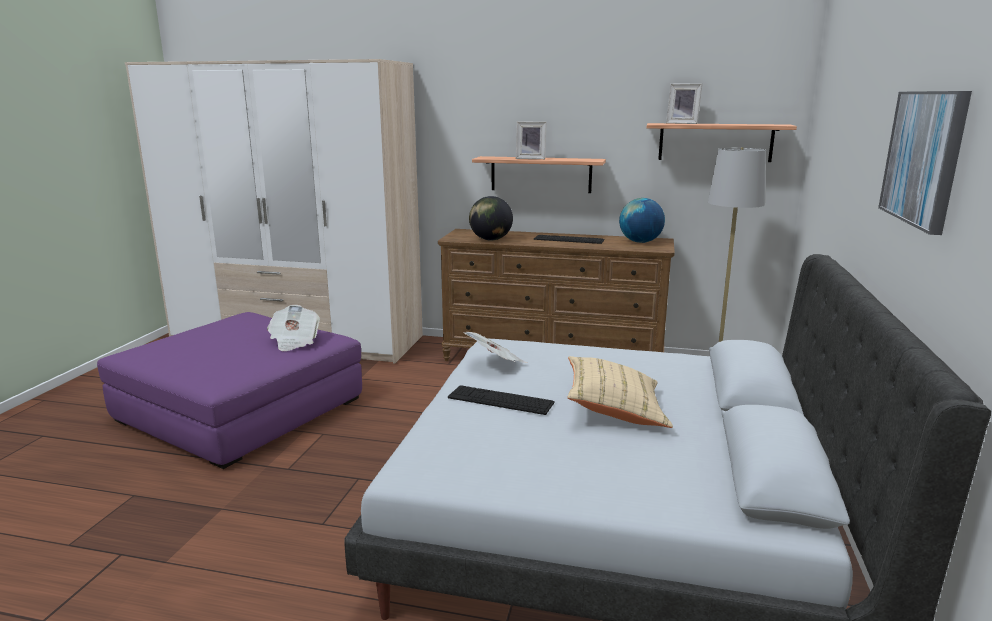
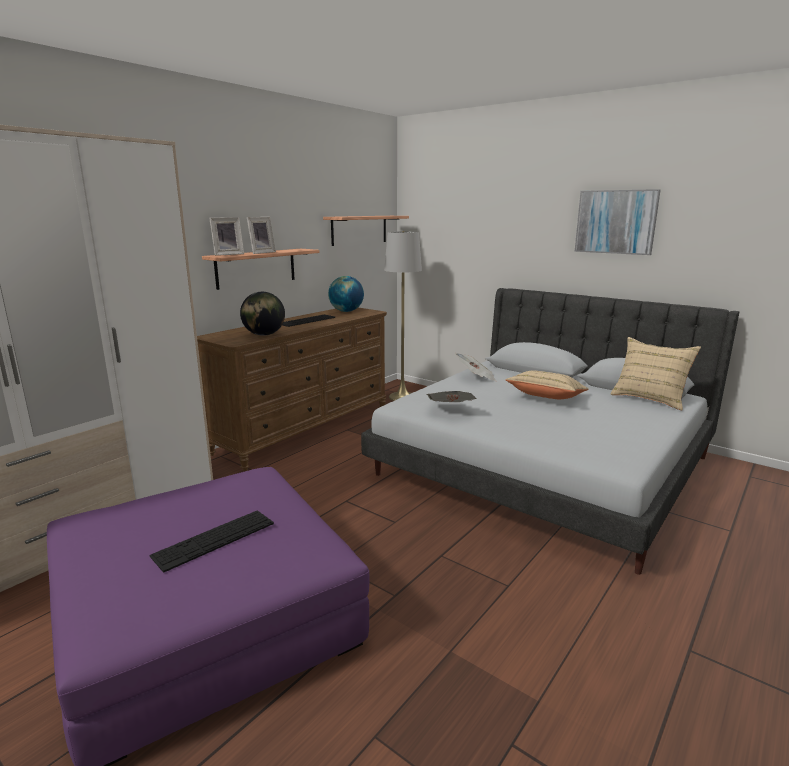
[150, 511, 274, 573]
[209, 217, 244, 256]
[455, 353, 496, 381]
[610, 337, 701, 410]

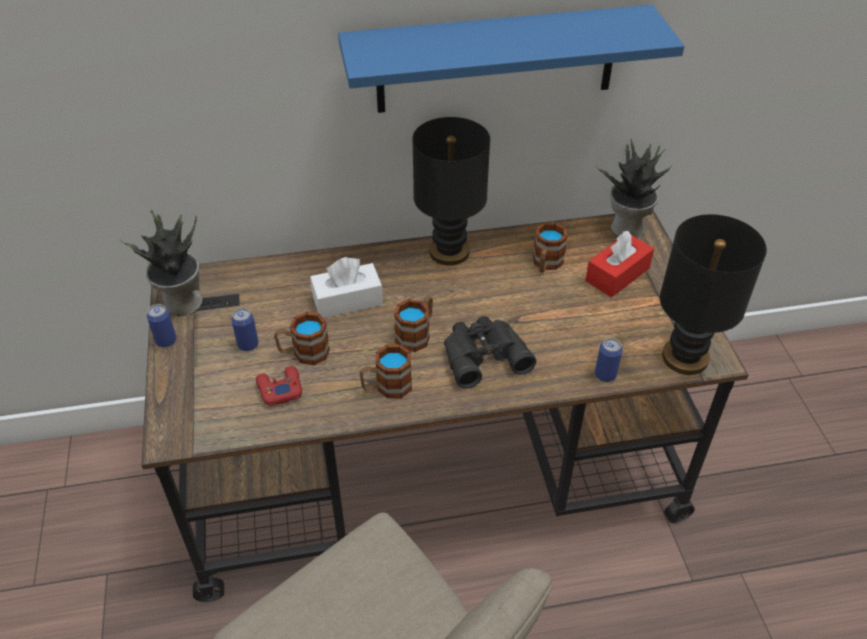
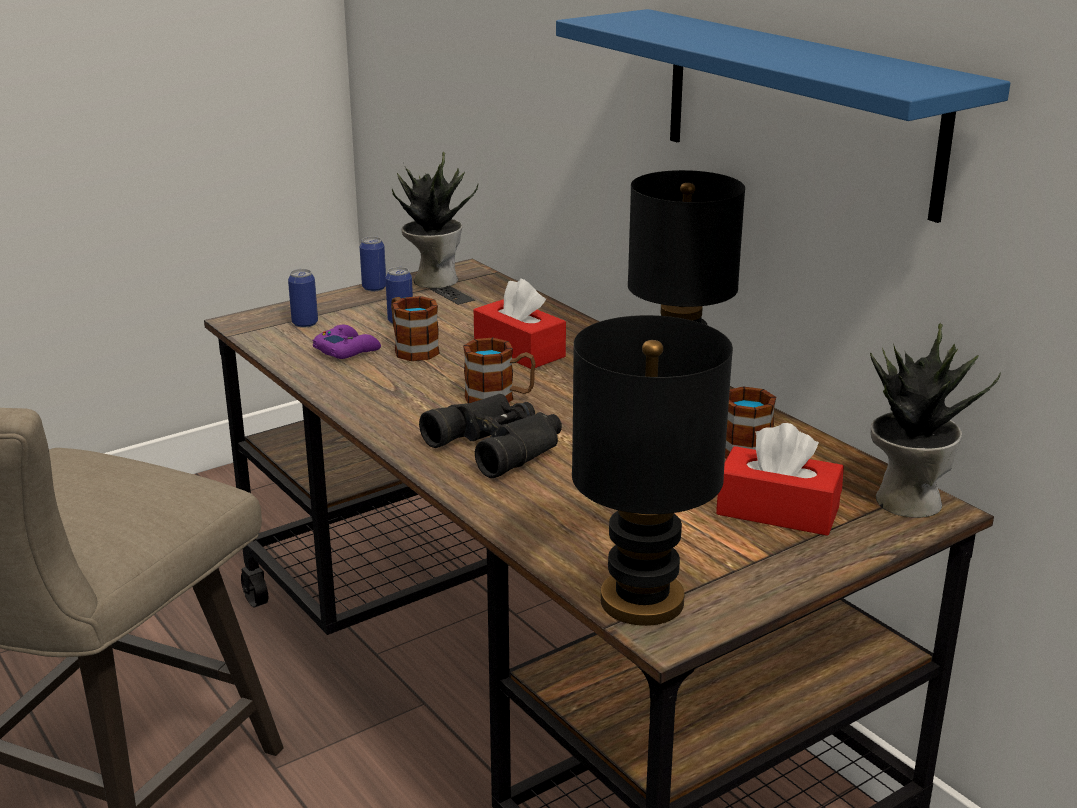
[288, 269, 318, 328]
[313, 325, 381, 359]
[474, 279, 566, 369]
[359, 344, 412, 398] (first image)

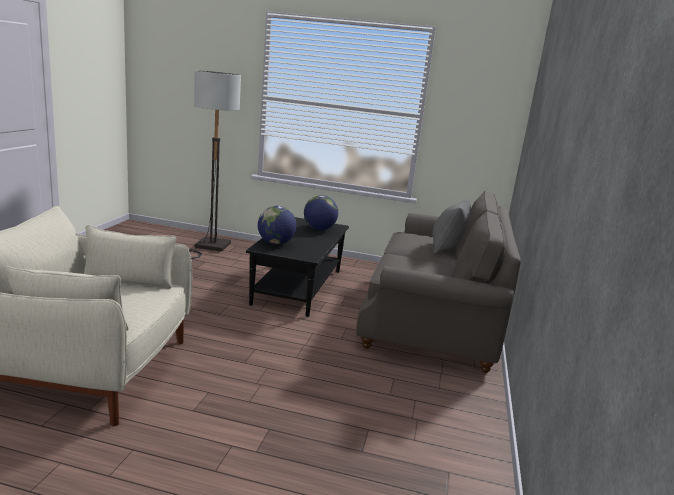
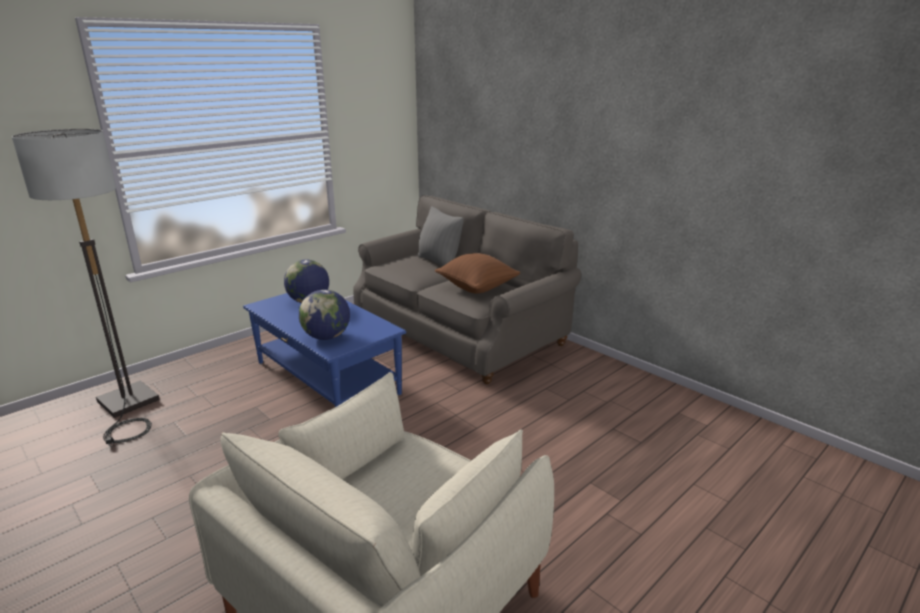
[243, 293, 406, 407]
[435, 253, 521, 294]

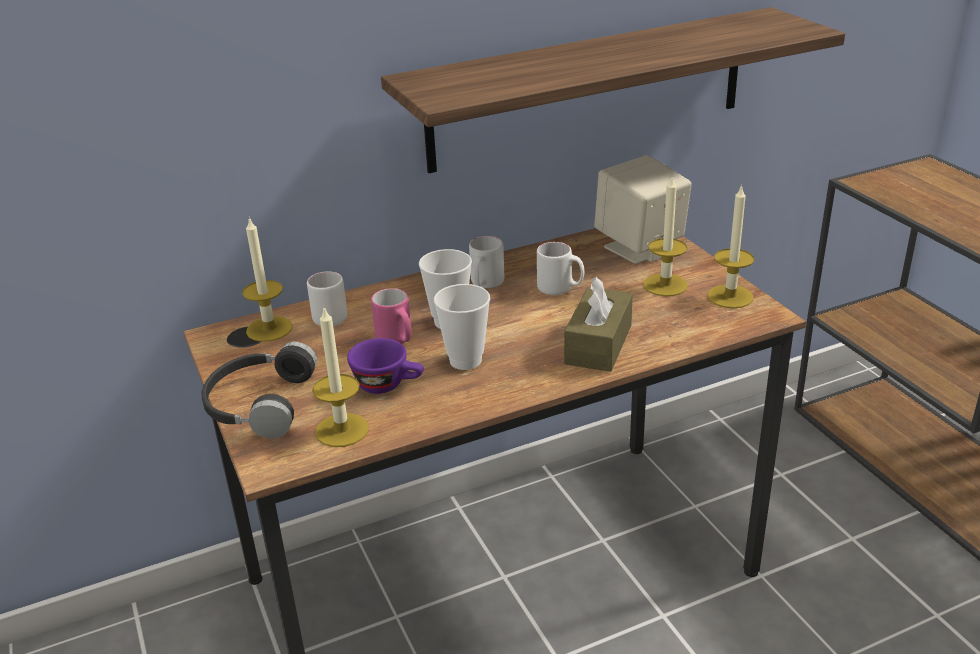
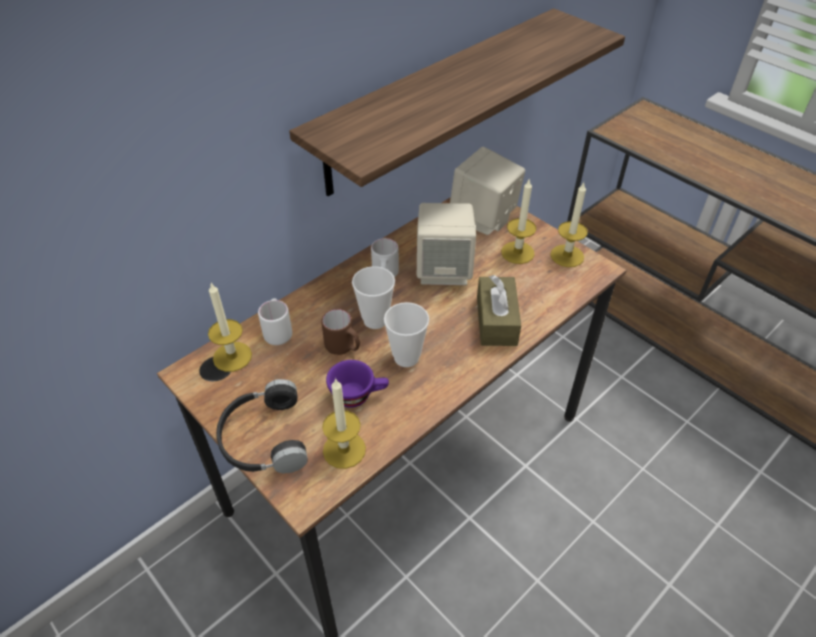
[321, 309, 360, 355]
[417, 203, 476, 285]

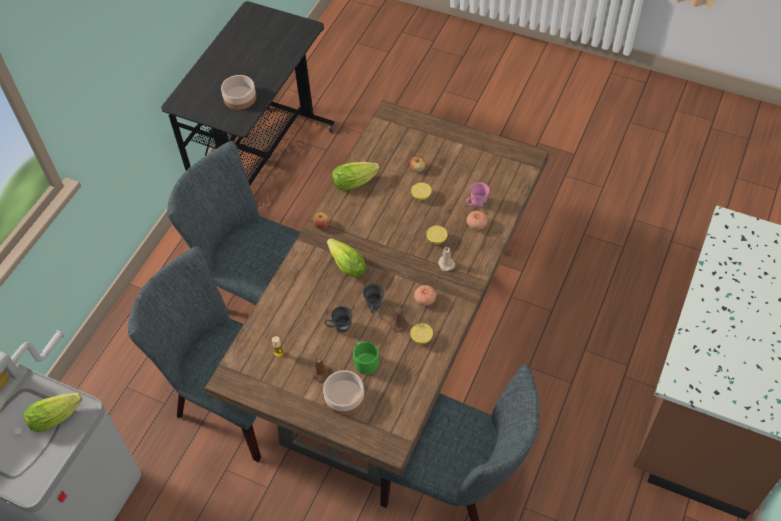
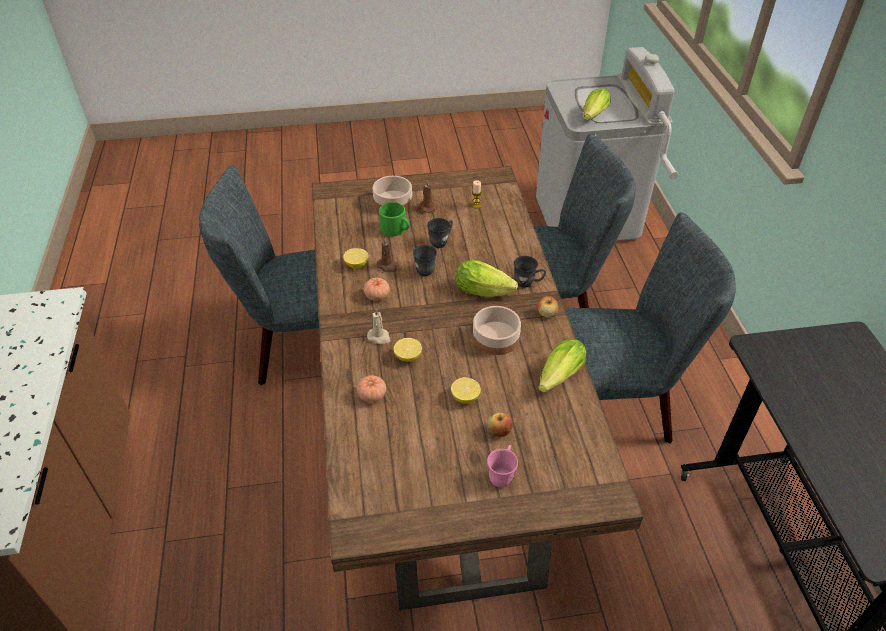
[473, 306, 521, 355]
[487, 445, 518, 488]
[514, 256, 546, 287]

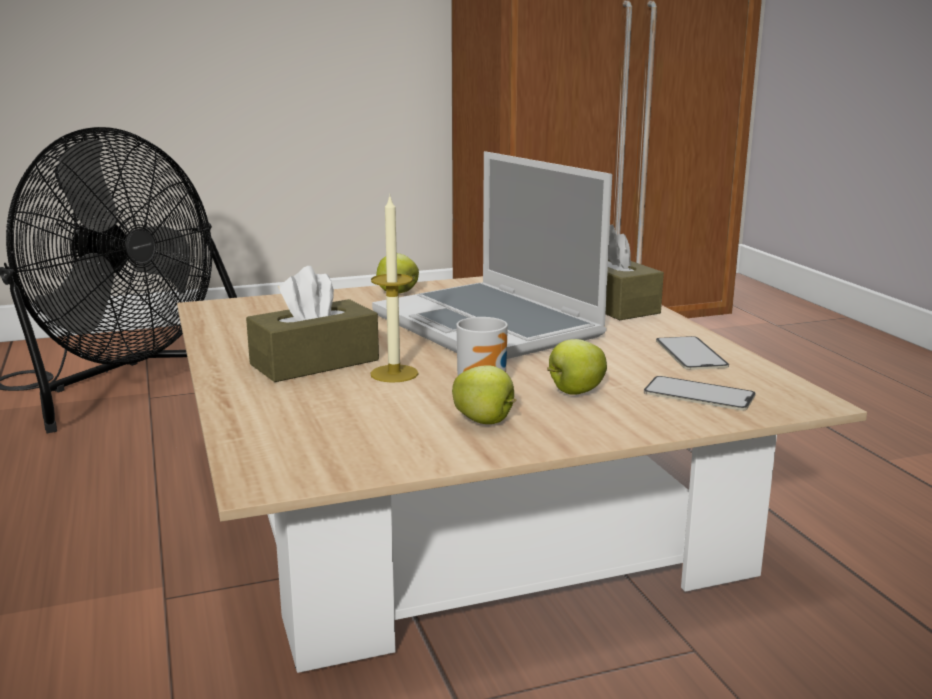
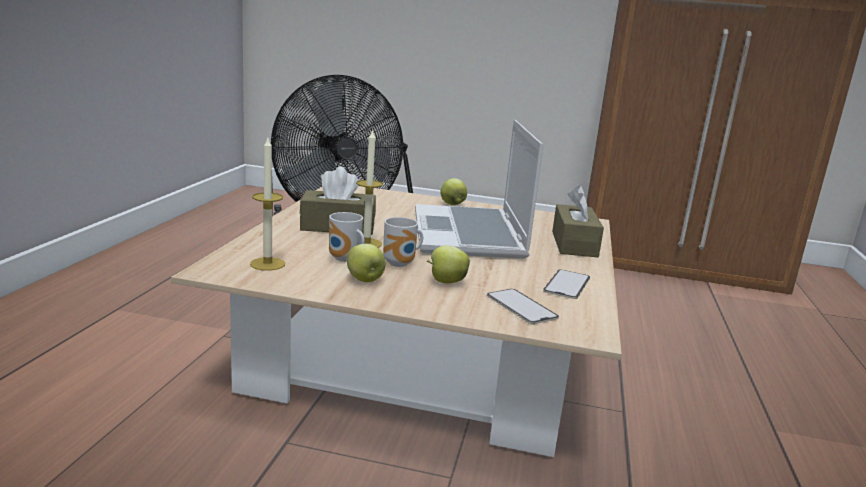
[250, 138, 285, 271]
[329, 212, 365, 262]

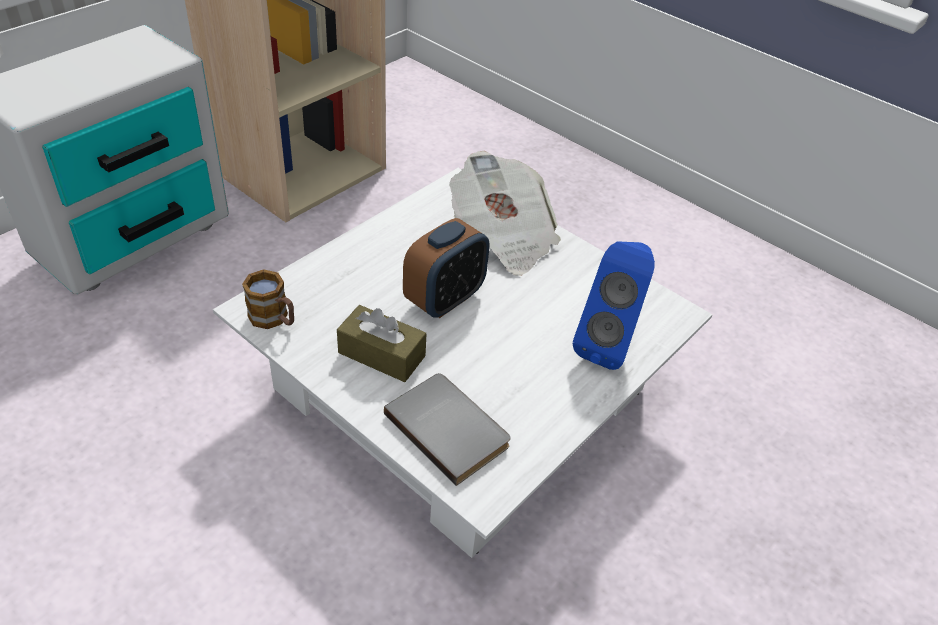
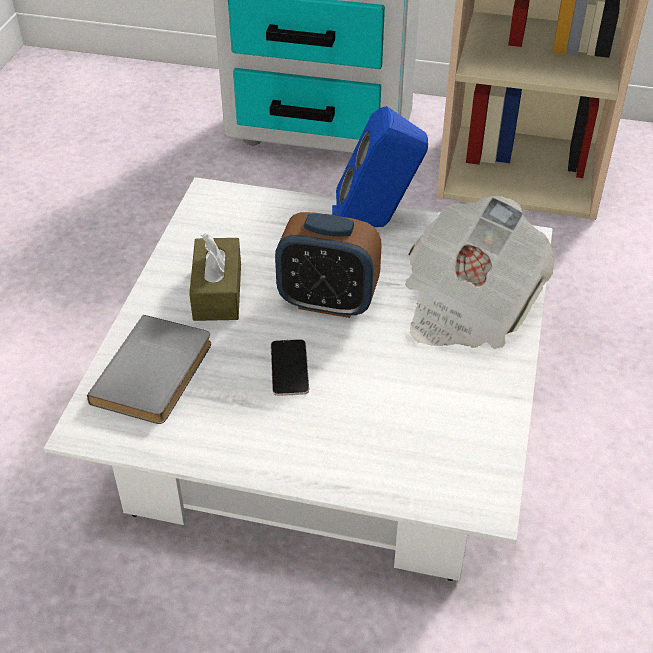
[271, 339, 309, 396]
[332, 106, 428, 227]
[242, 269, 294, 329] (first image)

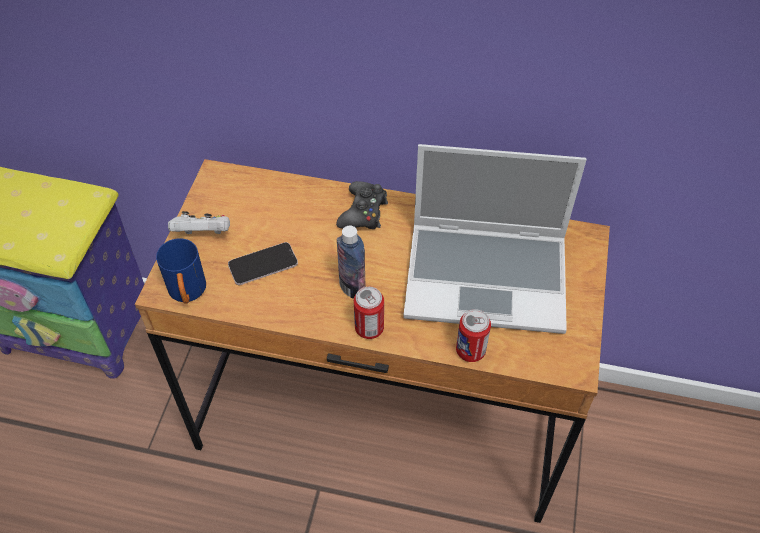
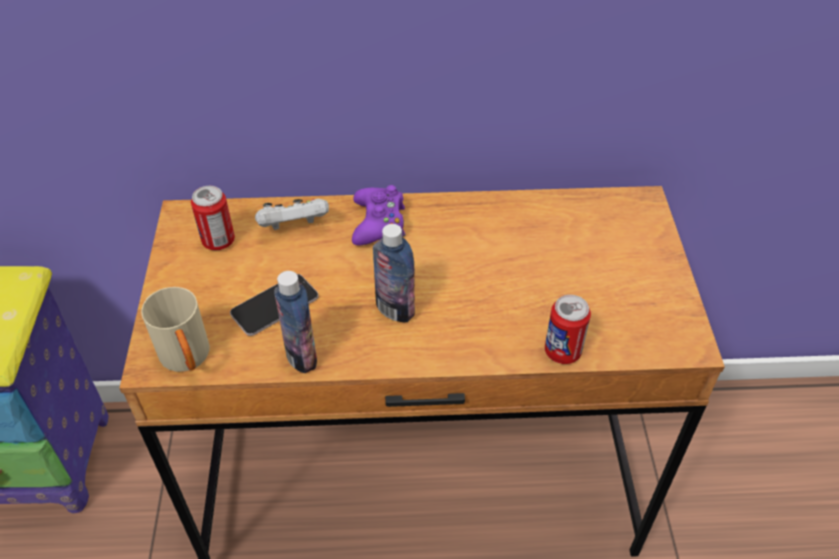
[141, 287, 210, 372]
[191, 186, 235, 250]
[255, 199, 329, 230]
[274, 271, 317, 373]
[352, 185, 405, 246]
[403, 144, 587, 334] (first image)

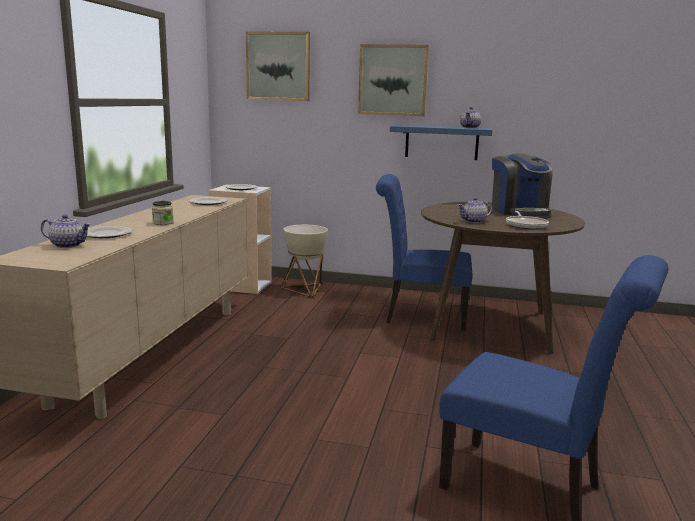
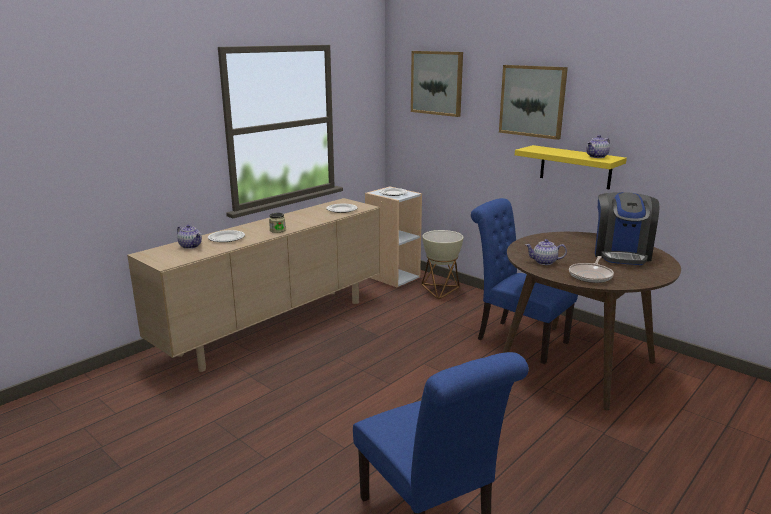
[515, 145, 627, 189]

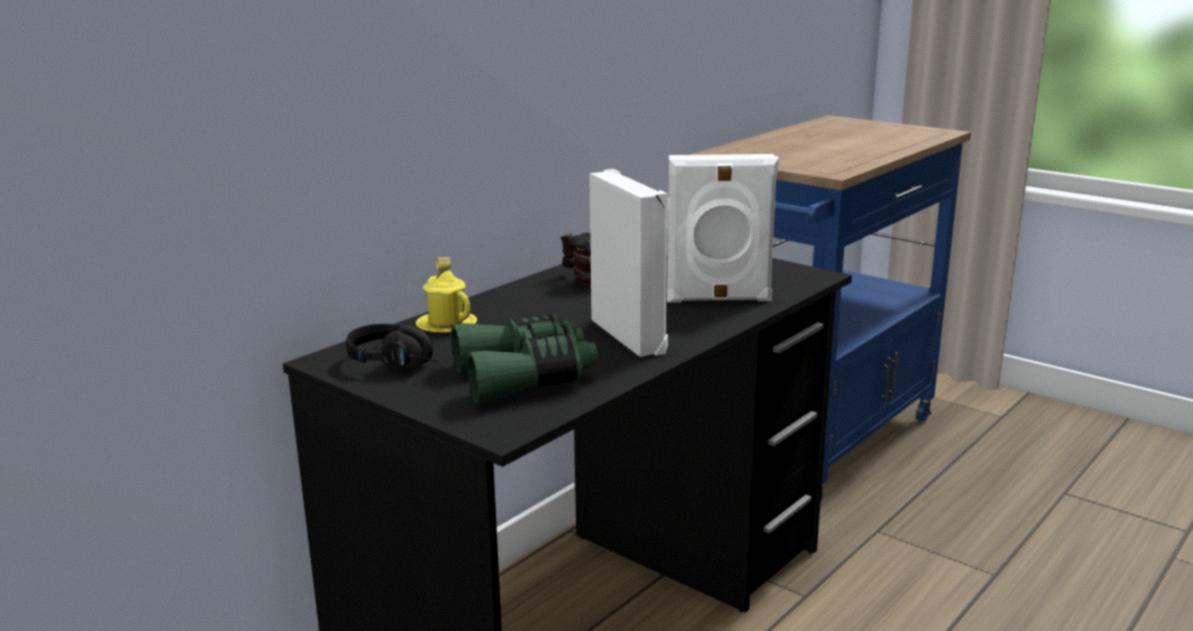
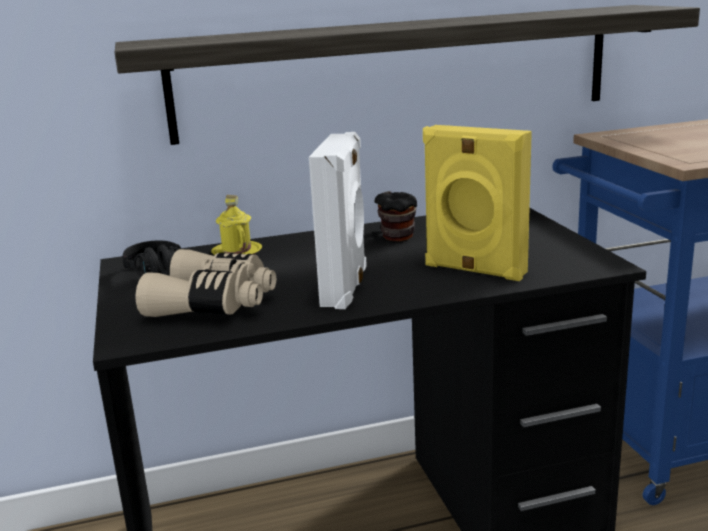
[114, 5, 700, 145]
[135, 249, 276, 317]
[423, 125, 532, 281]

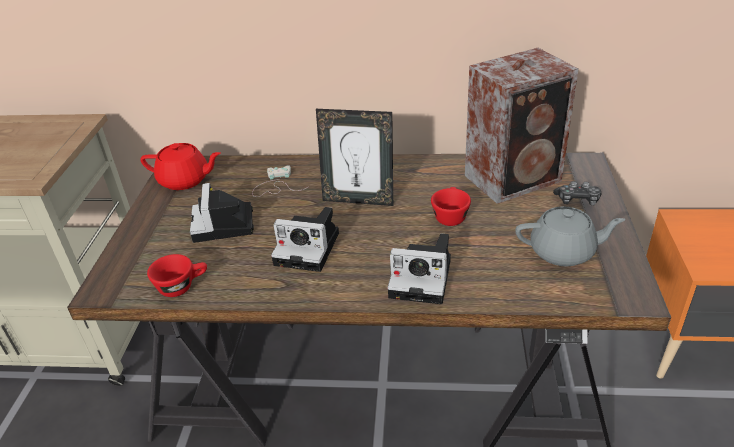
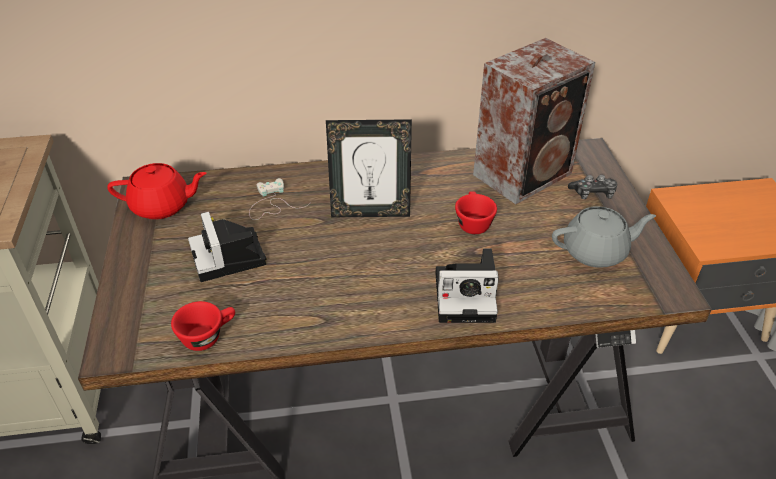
[271, 207, 339, 272] (first image)

